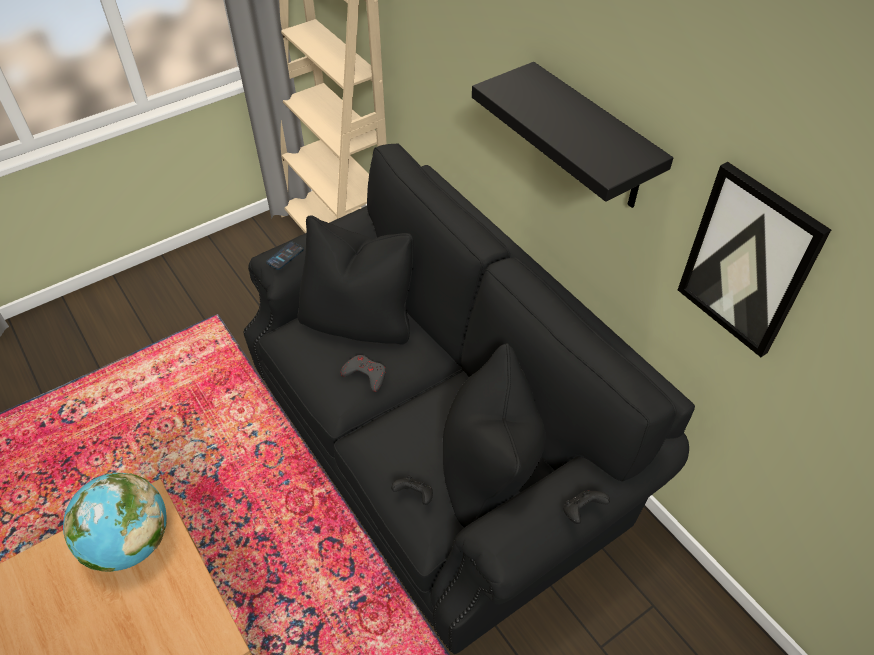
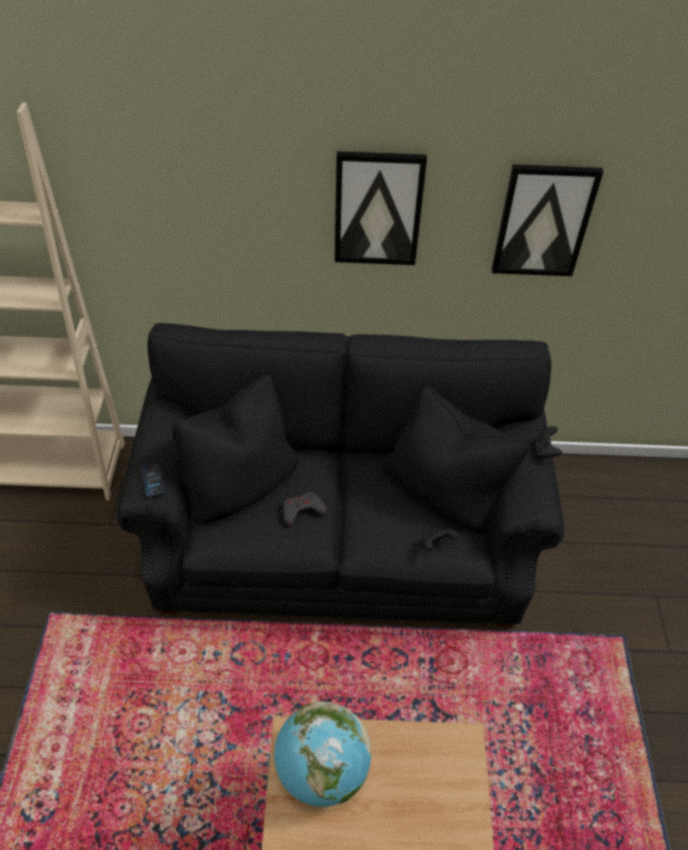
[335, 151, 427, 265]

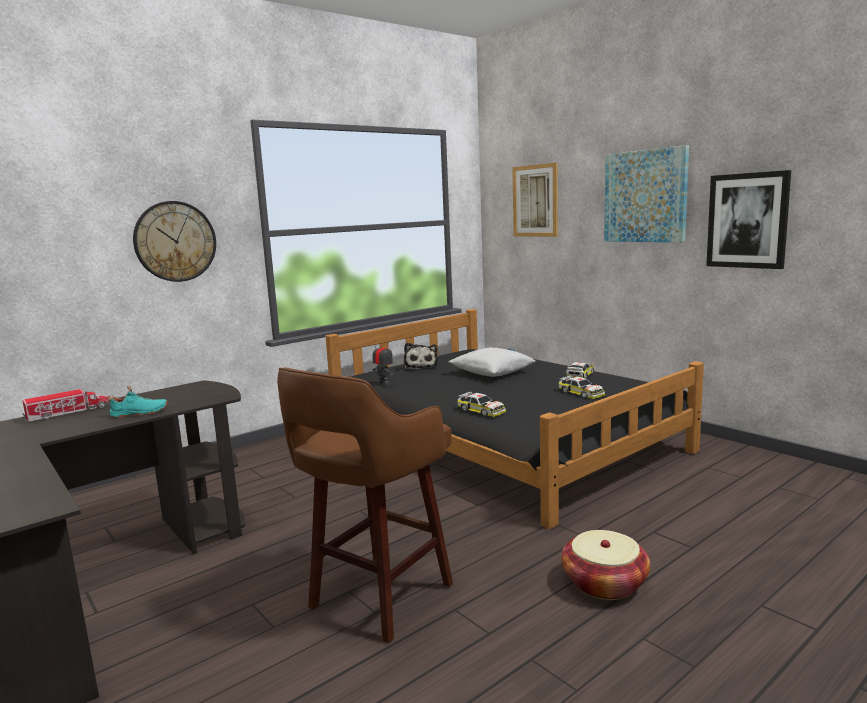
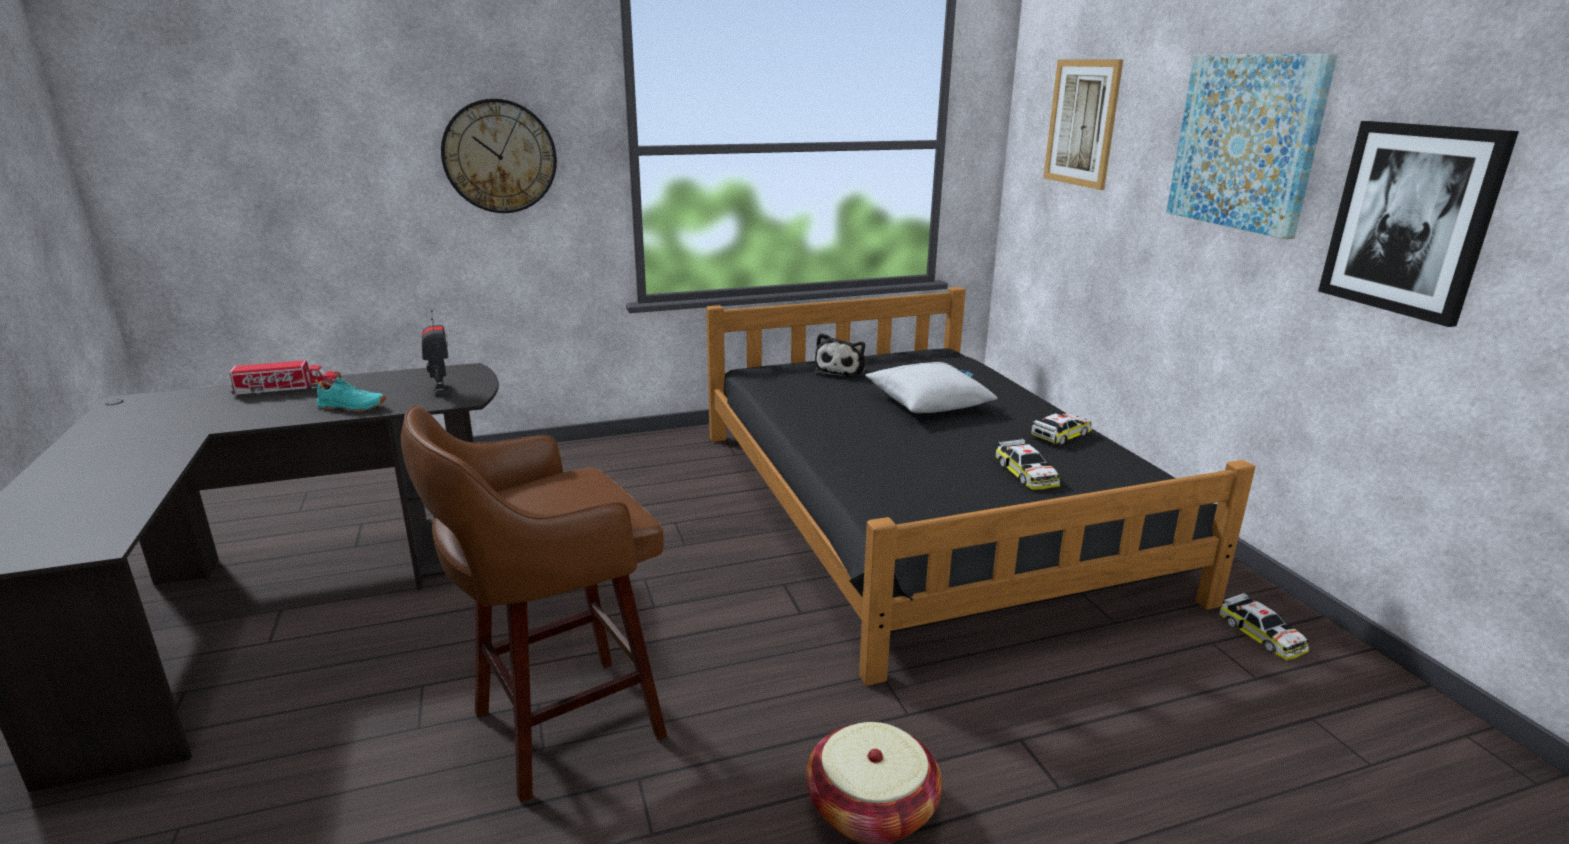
[422, 310, 454, 397]
[1219, 592, 1309, 660]

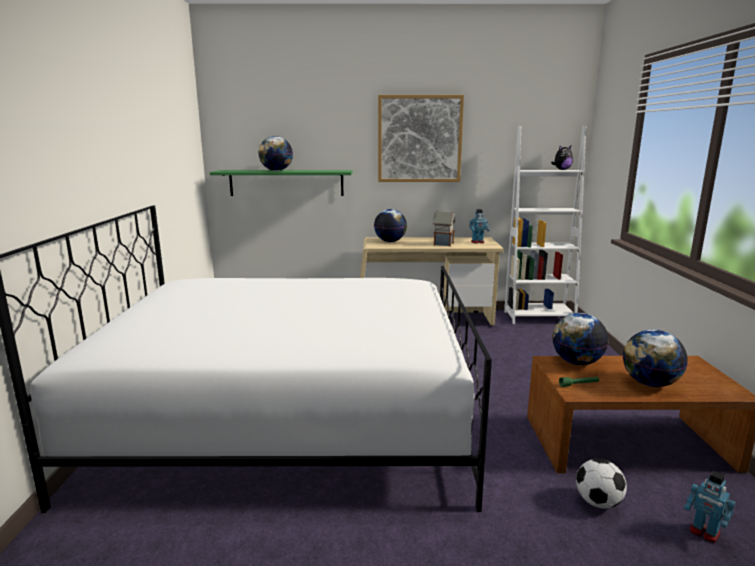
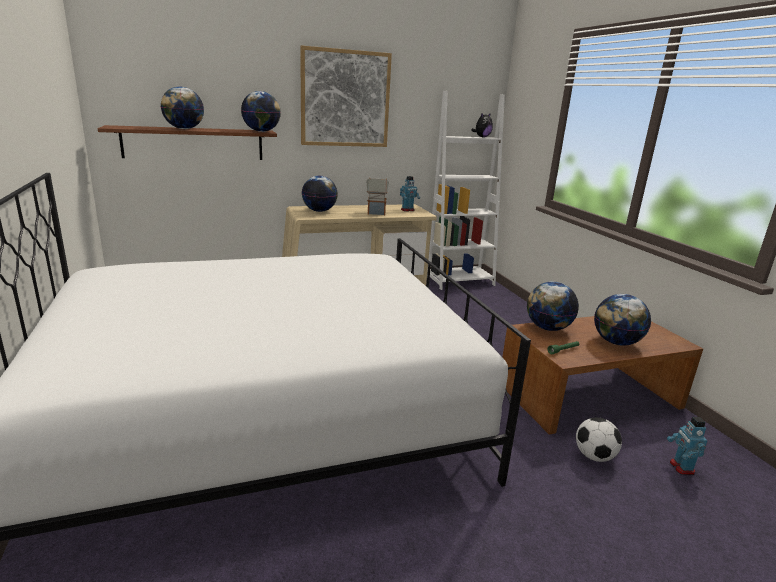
[98, 125, 277, 160]
[241, 91, 281, 132]
[667, 417, 708, 475]

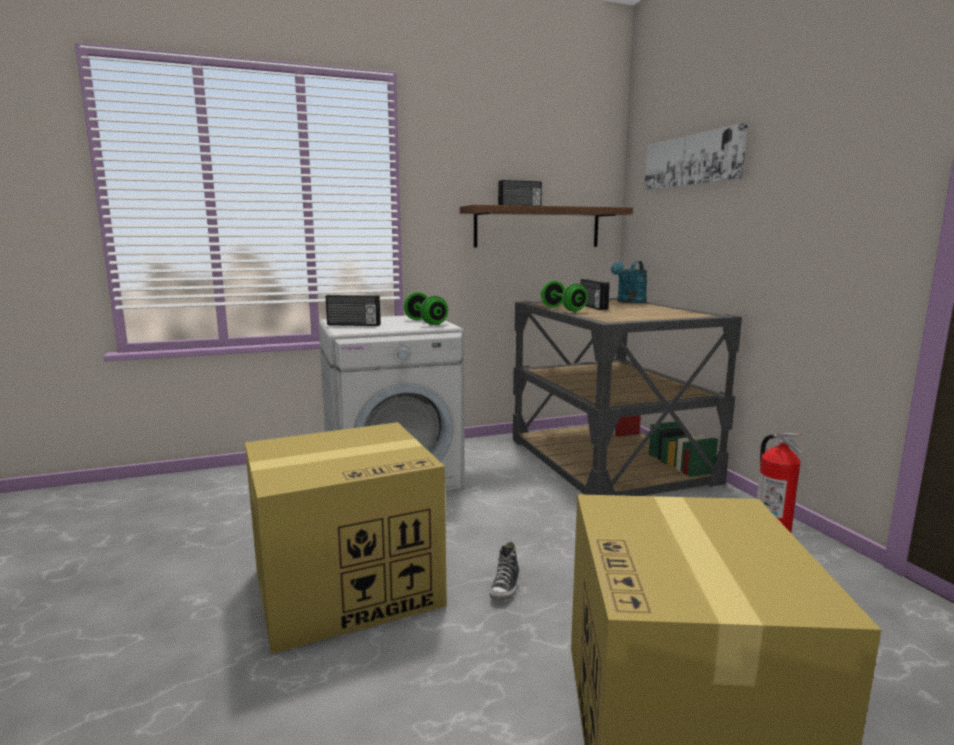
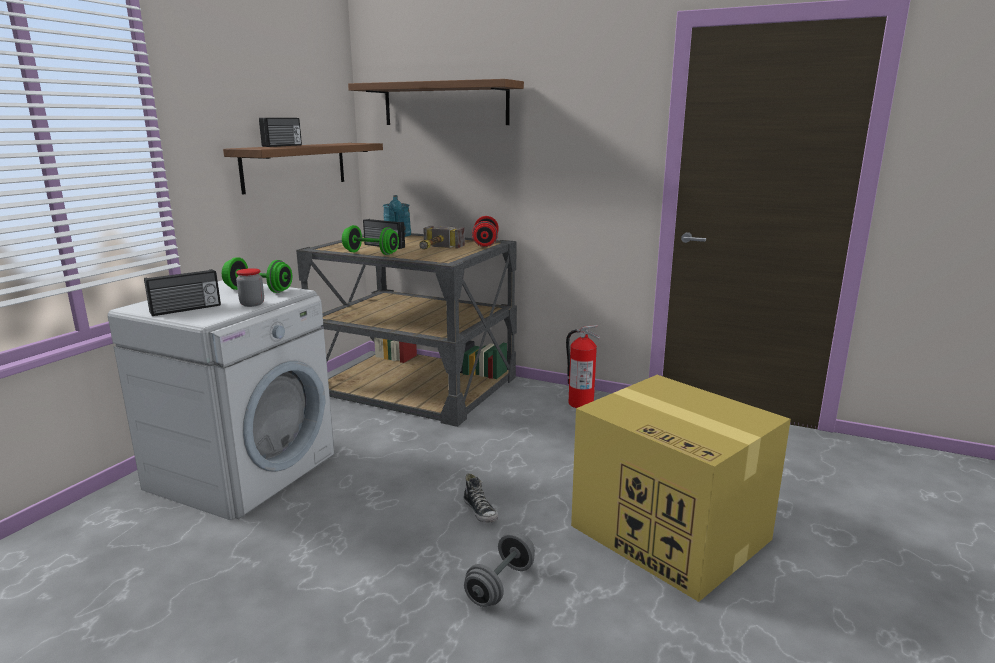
[236, 268, 264, 307]
[348, 79, 524, 125]
[419, 226, 465, 250]
[464, 532, 535, 607]
[472, 216, 499, 247]
[245, 422, 447, 654] (first image)

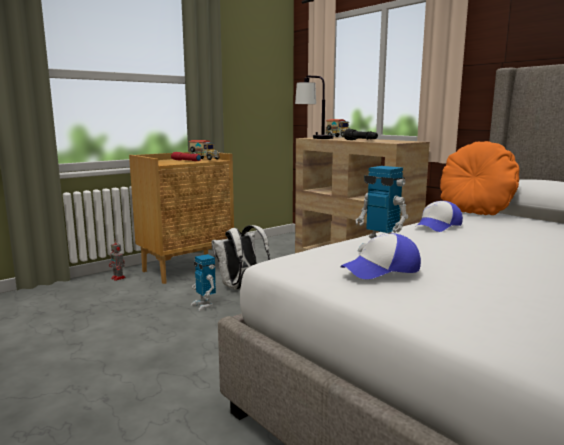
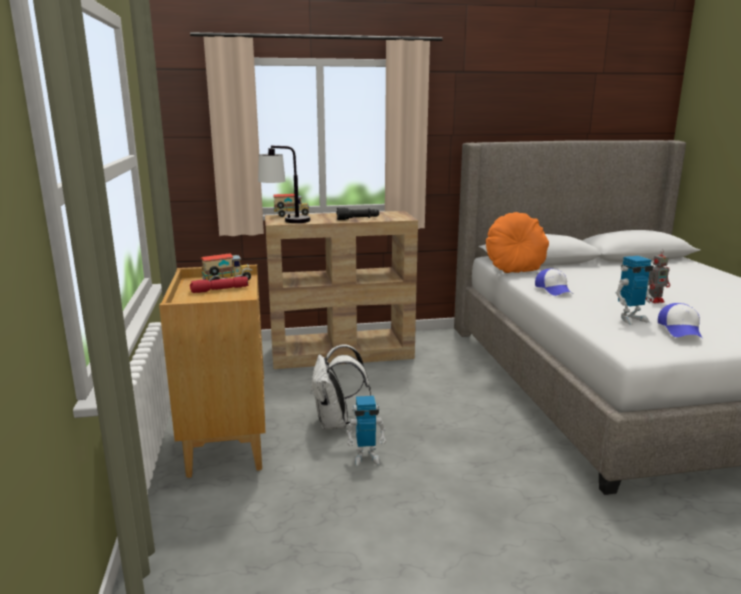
[646, 249, 670, 304]

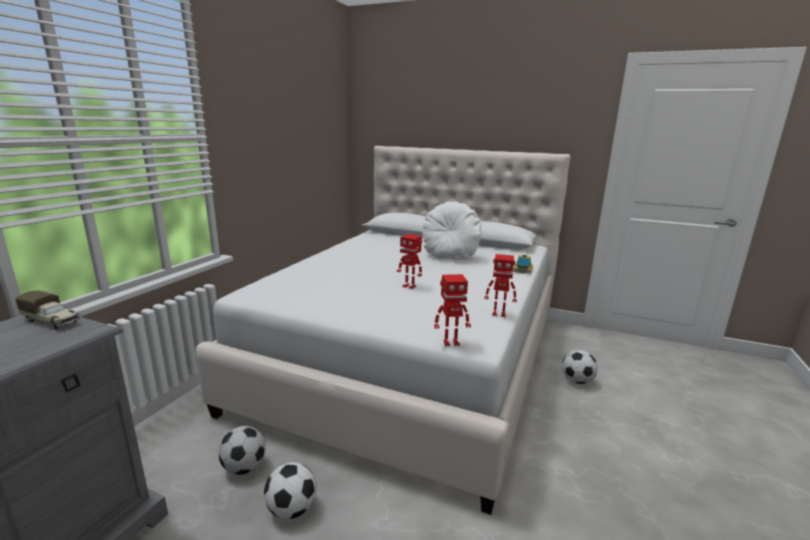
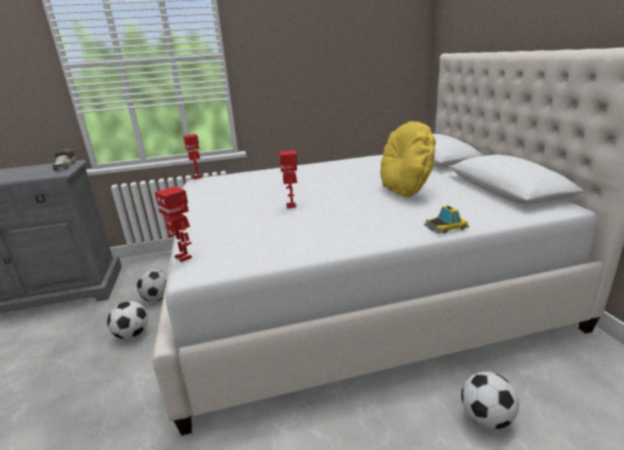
[183, 134, 201, 179]
[380, 121, 436, 197]

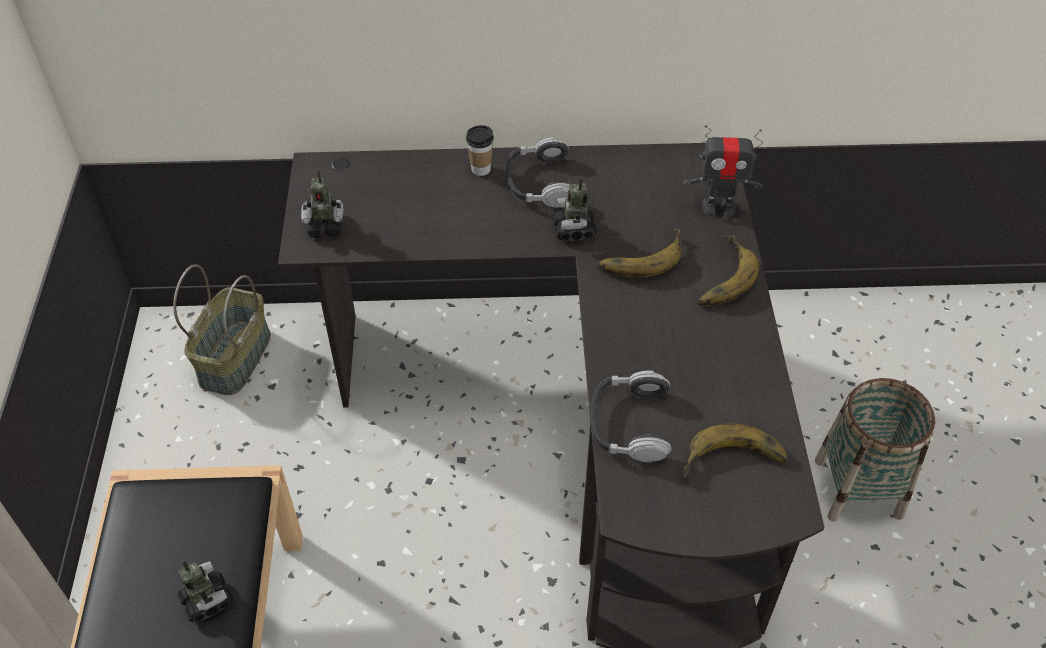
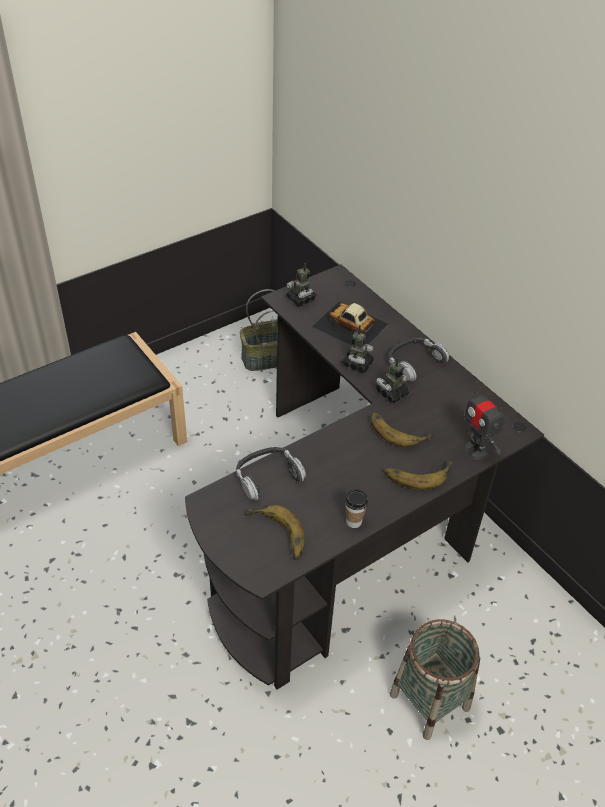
[312, 302, 388, 345]
[342, 326, 374, 372]
[345, 489, 368, 528]

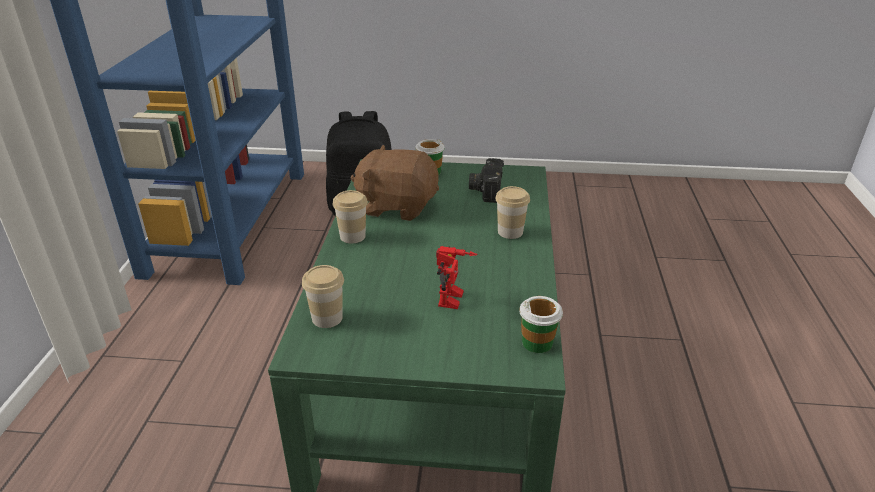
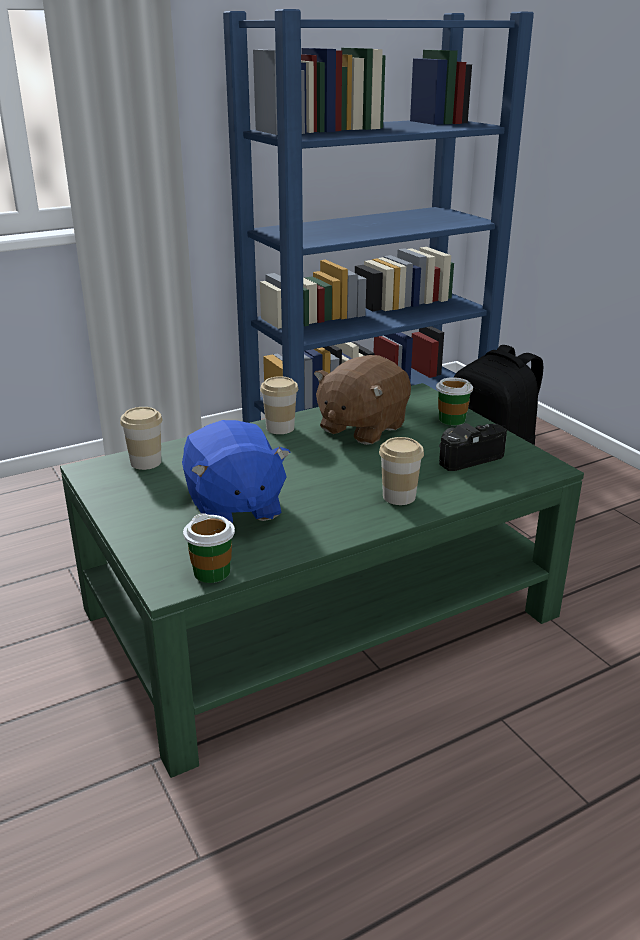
[182, 420, 290, 523]
[314, 355, 411, 445]

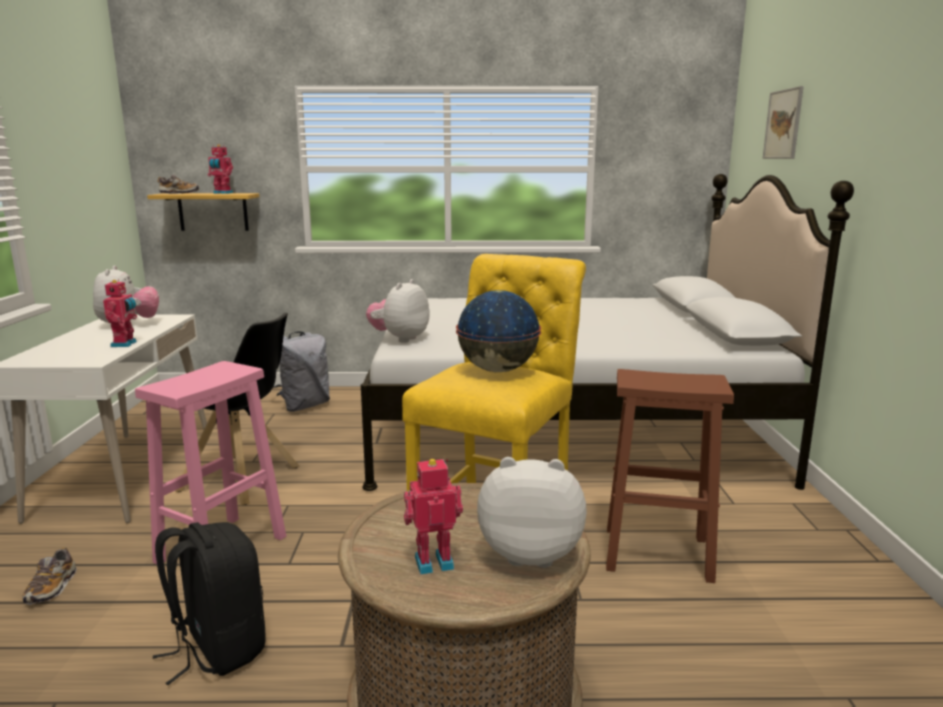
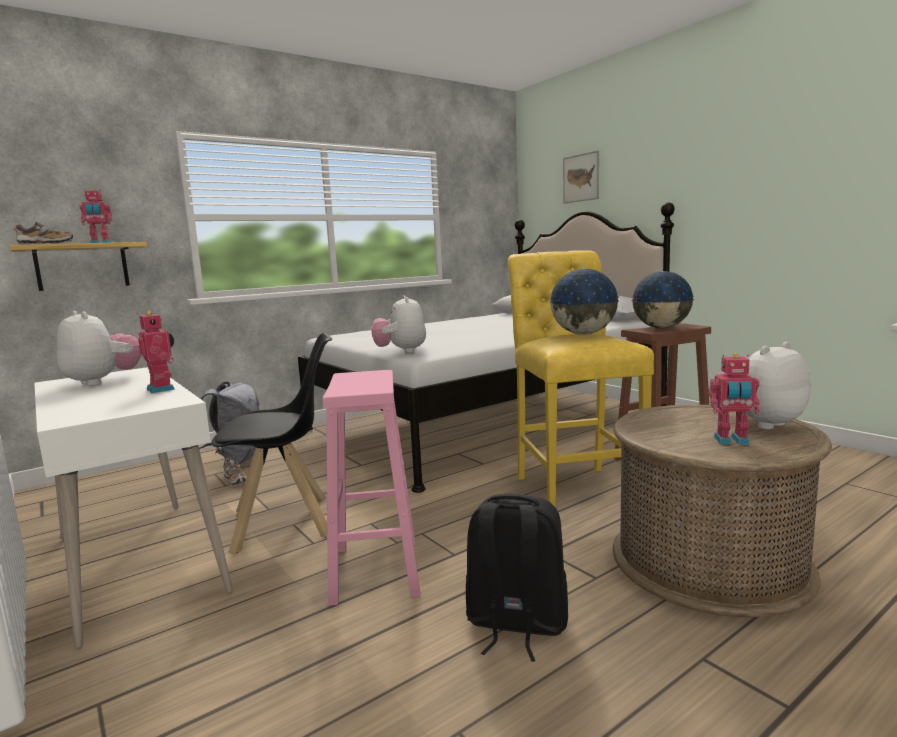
[223, 458, 247, 486]
[631, 271, 694, 328]
[708, 353, 760, 445]

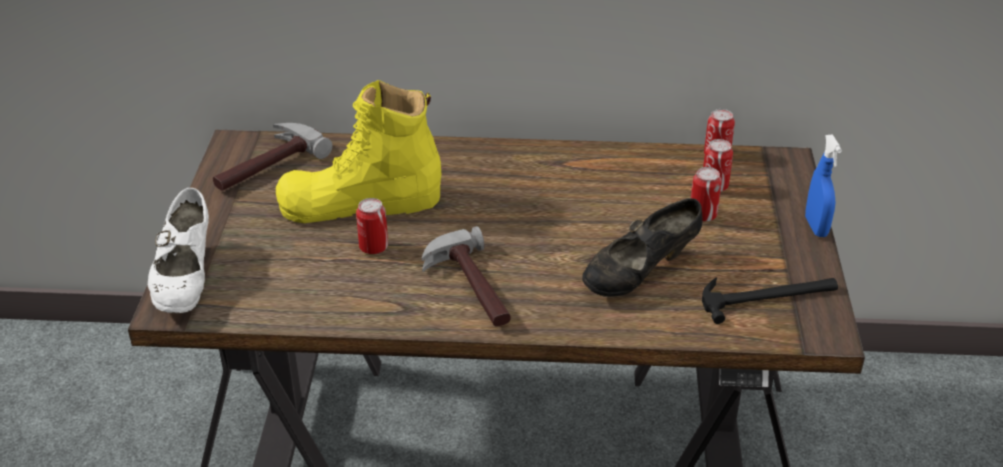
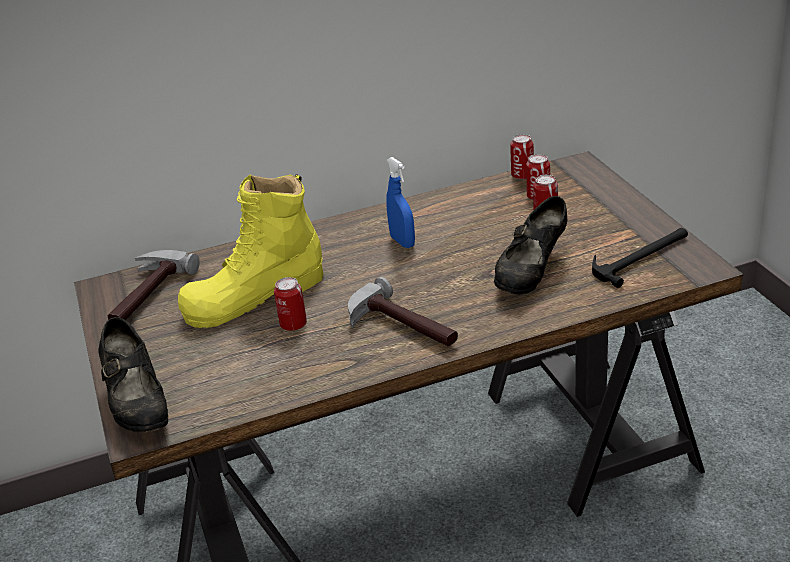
[98, 317, 168, 432]
[386, 157, 415, 248]

